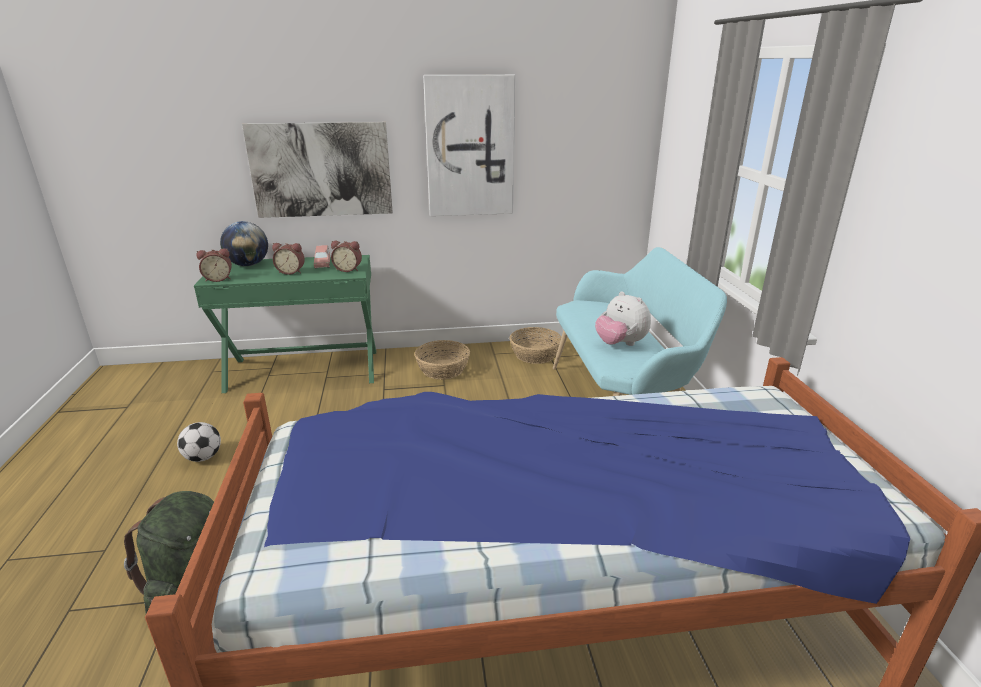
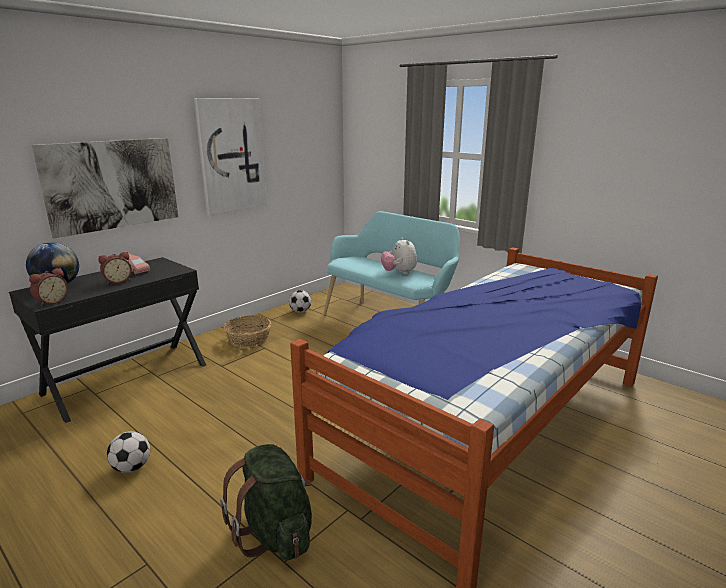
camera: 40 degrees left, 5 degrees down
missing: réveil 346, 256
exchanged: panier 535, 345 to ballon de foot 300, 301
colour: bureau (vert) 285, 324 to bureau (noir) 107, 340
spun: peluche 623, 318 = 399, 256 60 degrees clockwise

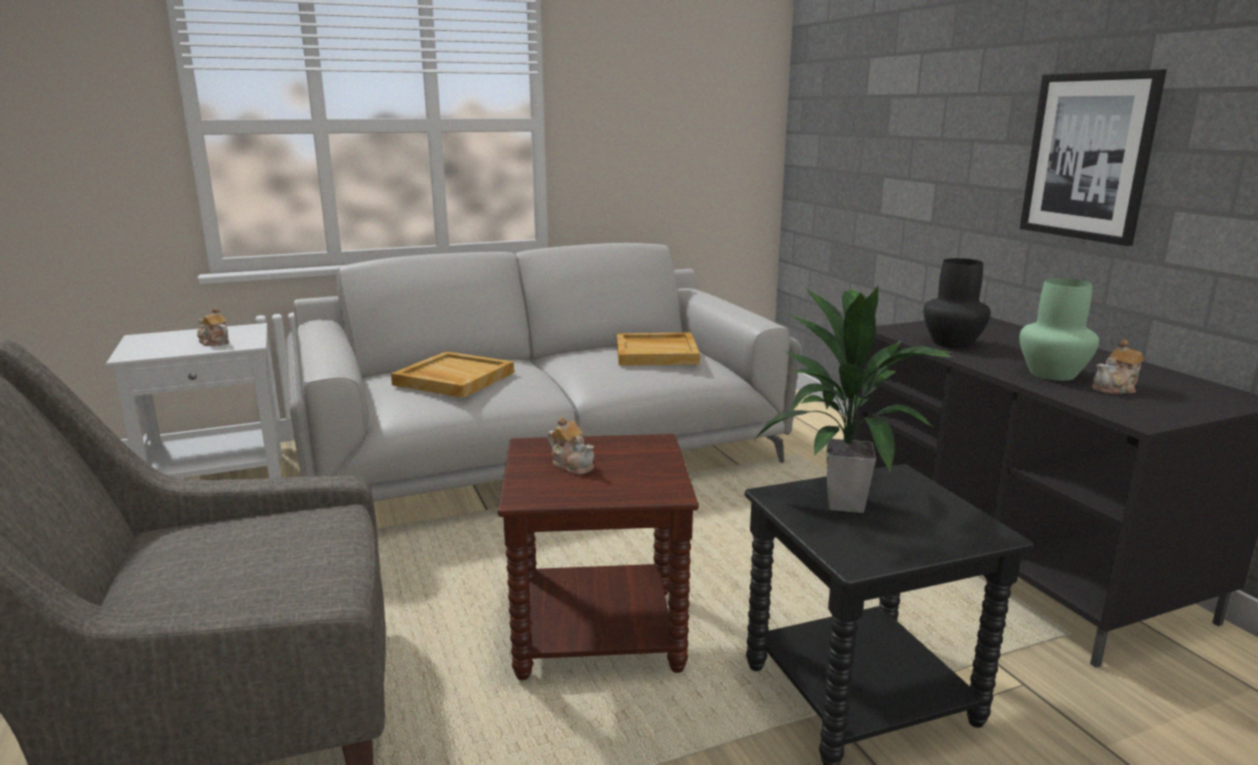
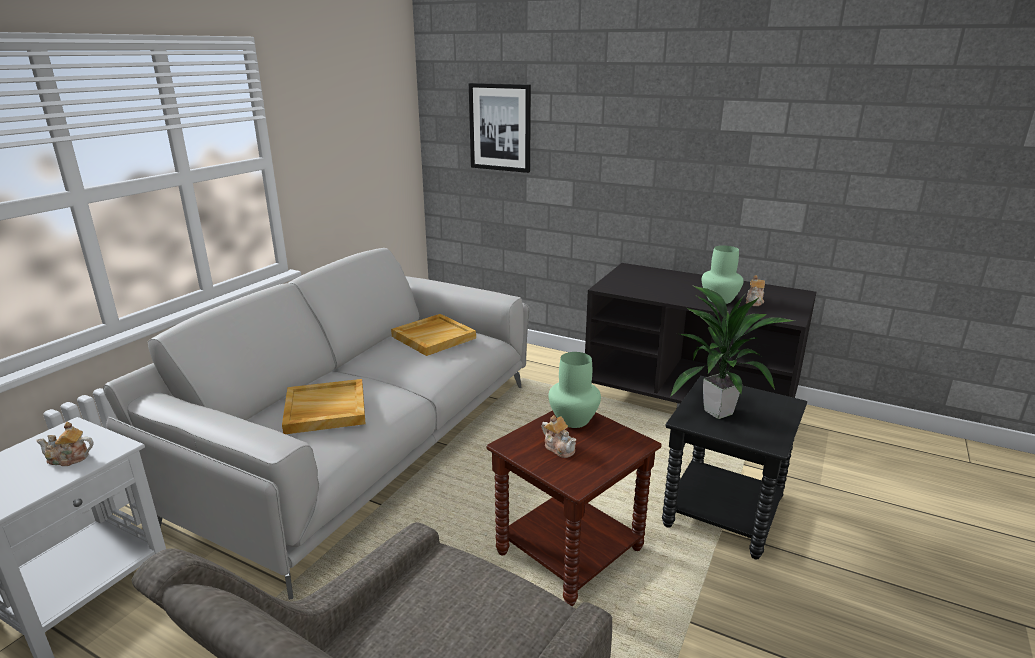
camera: 40 degrees left, 5 degrees up
missing: vase (noir) 957, 303
appeared: vase (vert) 574, 390
relocated: tableau 1093, 157 to 500, 128
spun: théière 571, 445 = 559, 436 45 degrees clockwise

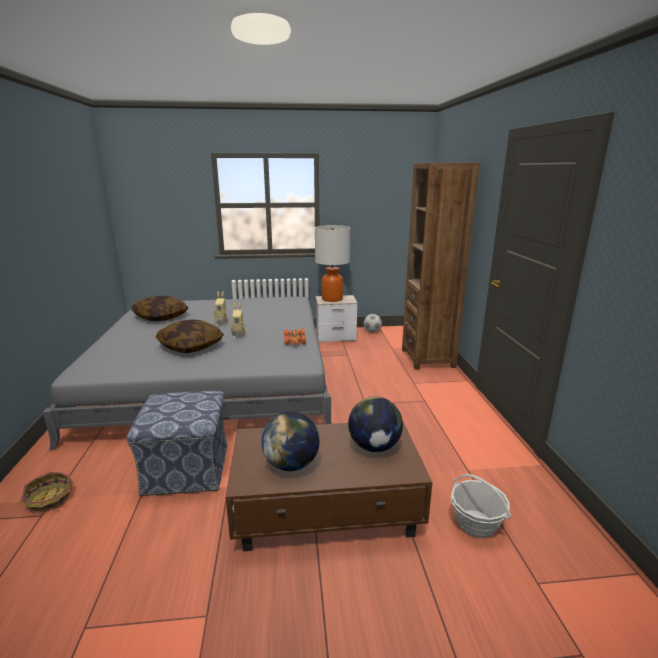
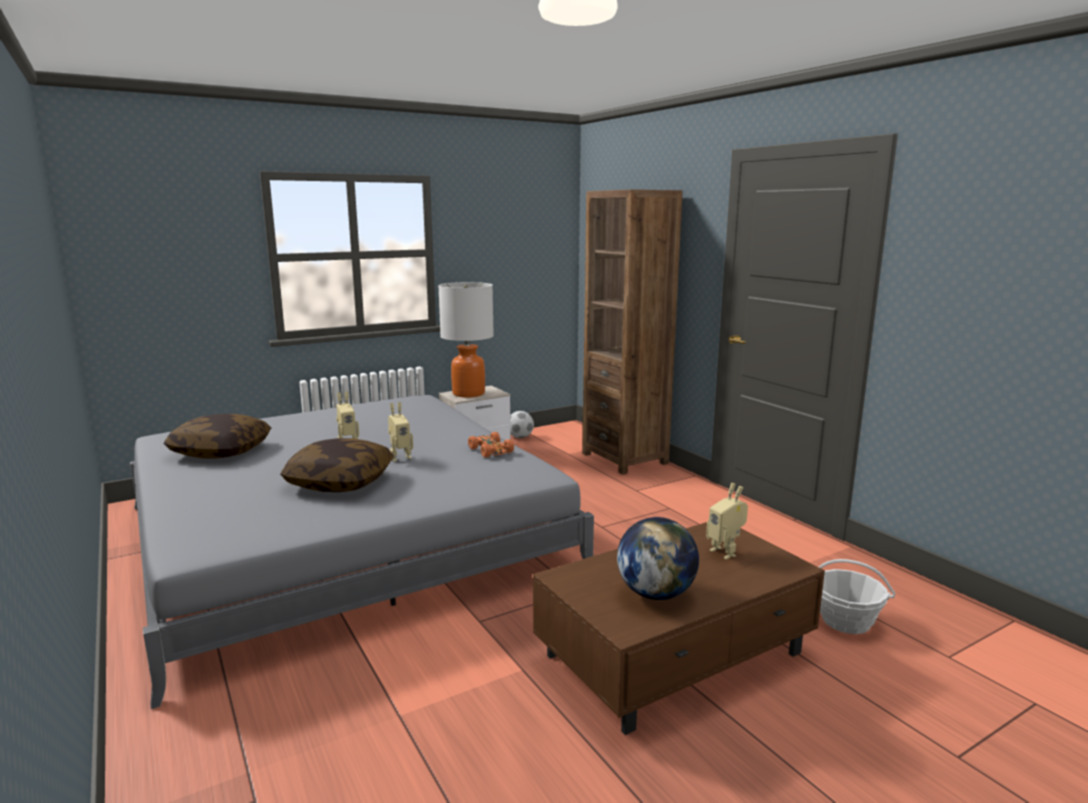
camera: 25 degrees left, 5 degrees down
missing: panier 47, 491; pouf 177, 443
exchanged: globe 375, 424 to robot jouet 727, 521

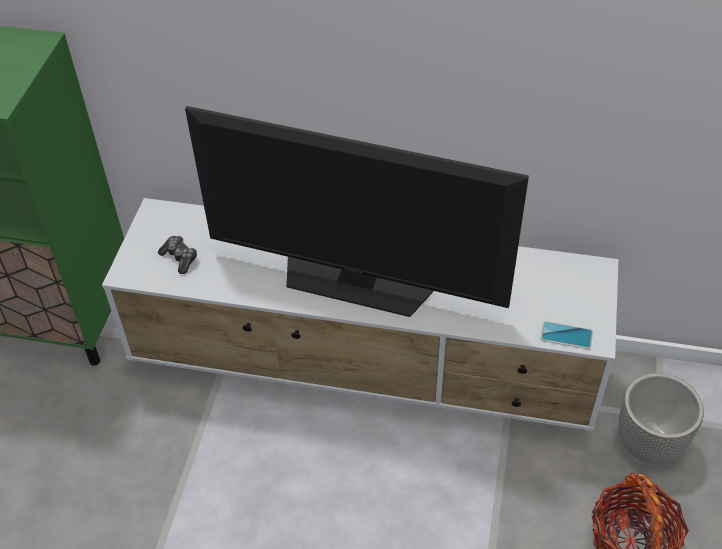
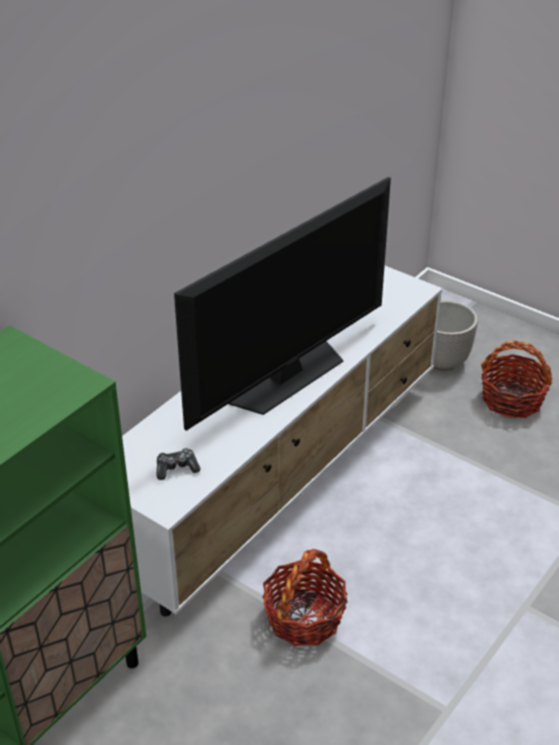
camera: 65 degrees left, 10 degrees down
missing: téléphone 567, 335
appeared: panier 305, 597

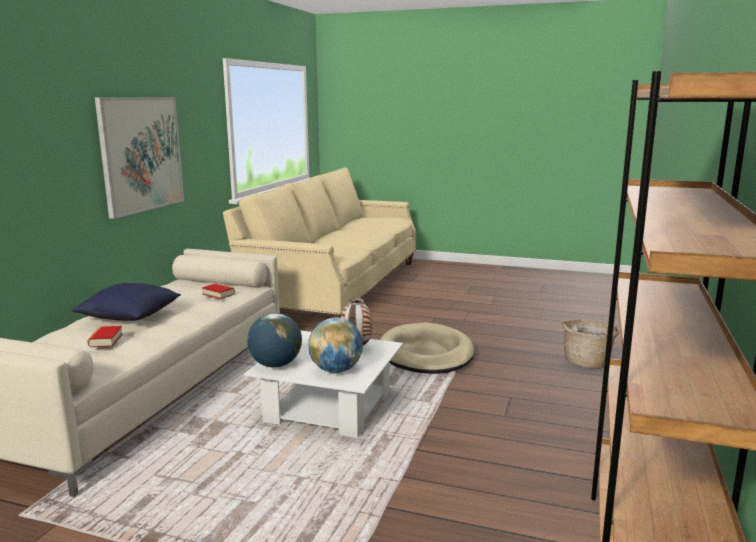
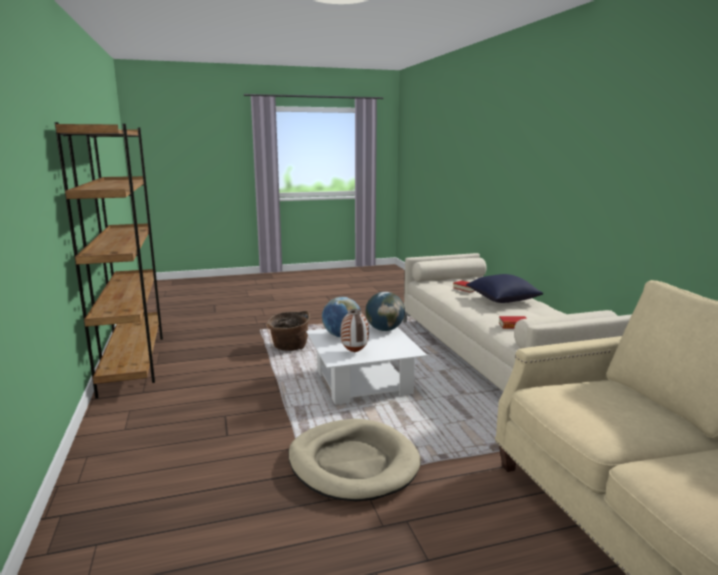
camera: 145 degrees right, 0 degrees up
missing: tableau 139, 158
relocated: panier 590, 344 to 288, 331

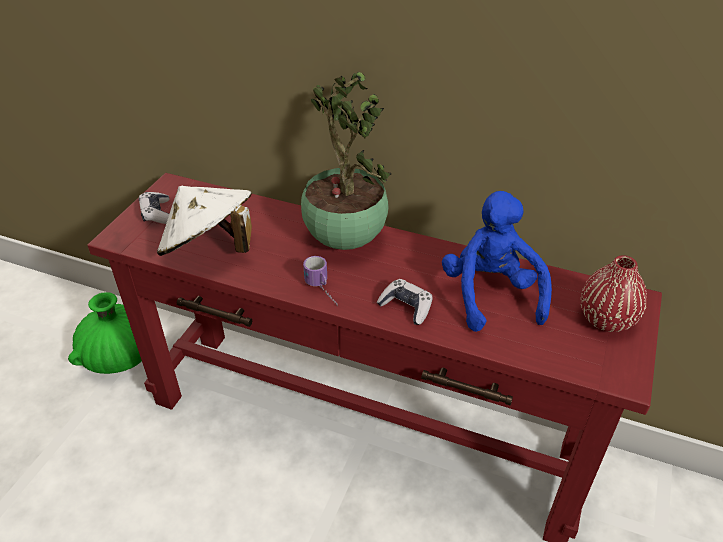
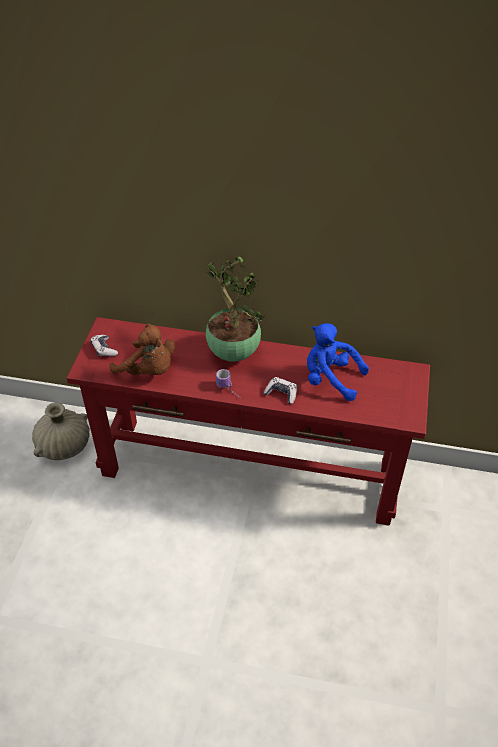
camera: 10 degrees left, 5 degrees up
missing: vase (rouge) 614, 293
exchanged: chapeau (blanc) 204, 220 to peluche (marron) 142, 349
colour: vase (vert) 105, 333 to vase (beige) 61, 431
spun: peluche (bleu) 497, 261 = 338, 362 45 degrees counterclockwise

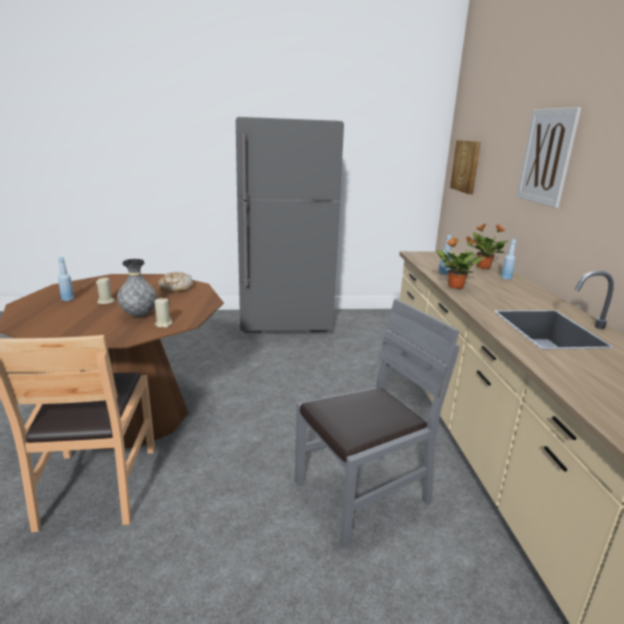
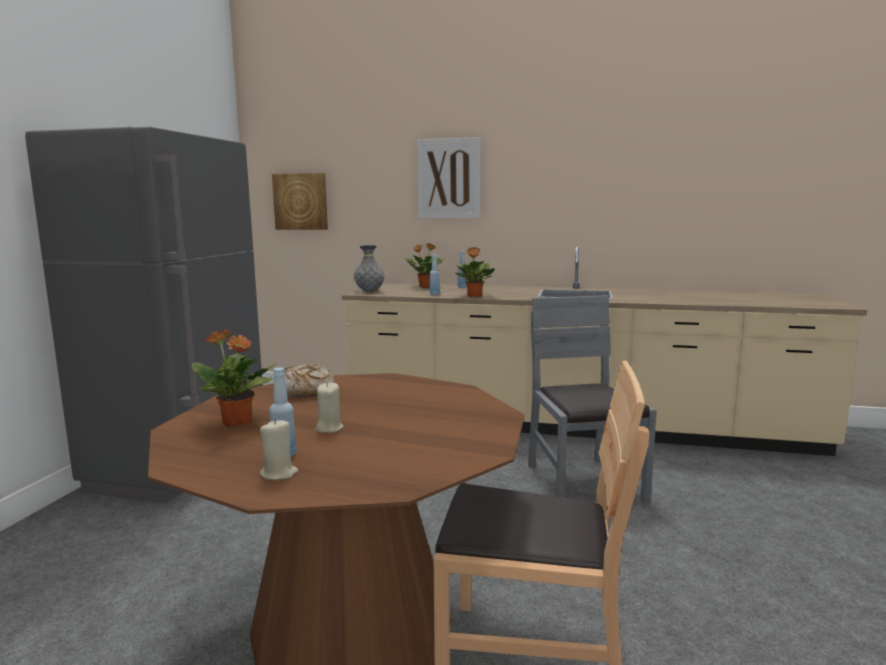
camera: 70 degrees left, 10 degrees down
appeared: plante en pot 234, 378
relocated: vase (gris) 137, 288 to 369, 268; bougie (beige) 163, 312 to 279, 449

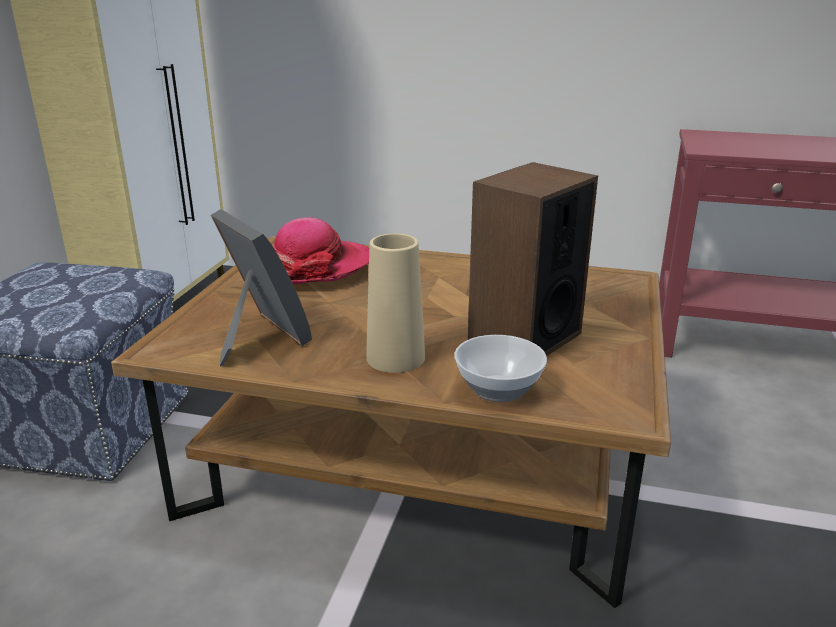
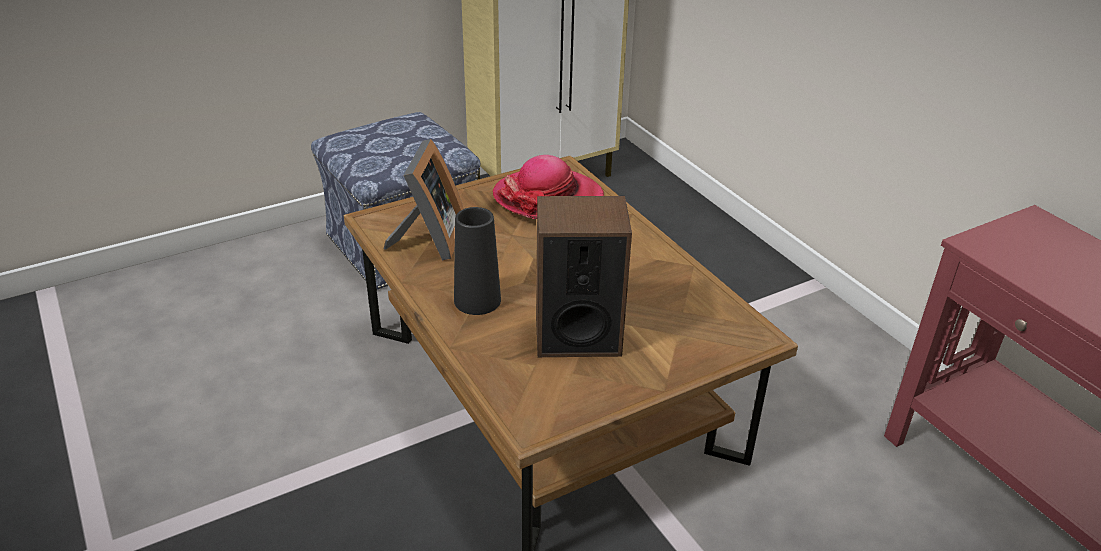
camera: 45 degrees right, 10 degrees up
missing: bol 500, 368
colour: vase (beige) 395, 303 to vase (noir) 477, 261

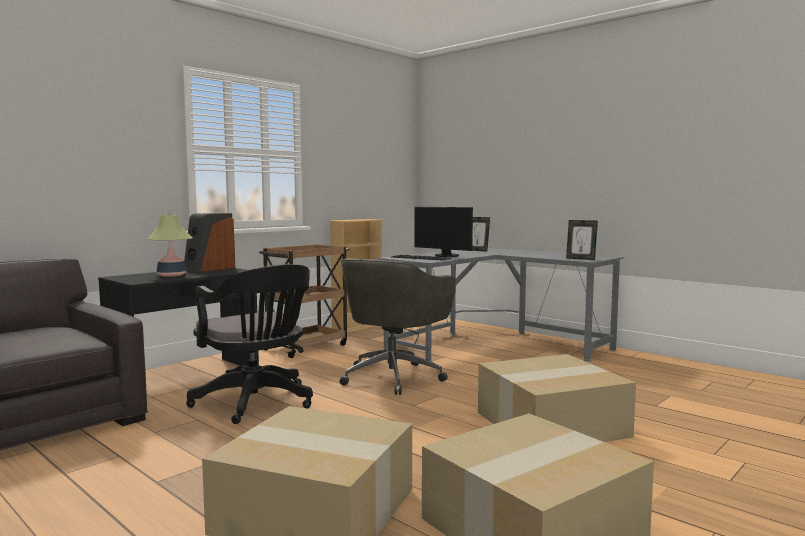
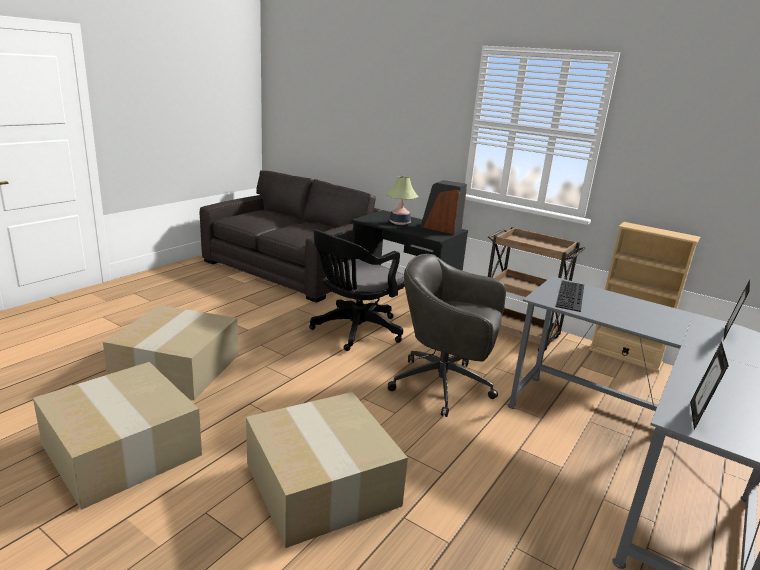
camera: 80 degrees right, 15 degrees up
missing: écran d'ordinateur 443, 232

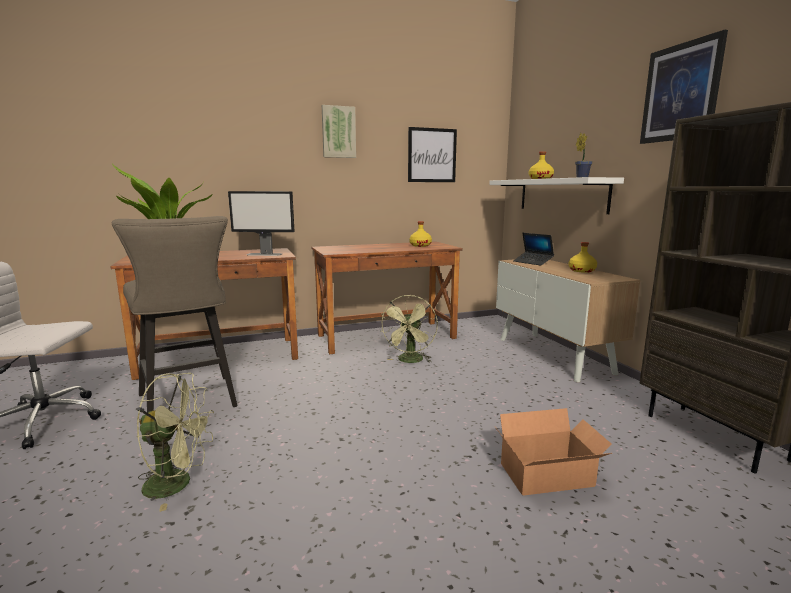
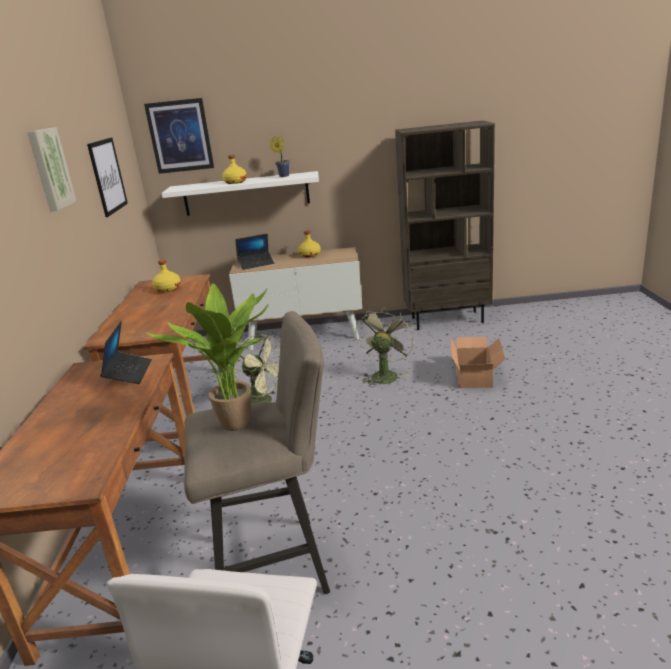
camera: 70 degrees left, 10 degrees up
relocated: ventilateur (vert) 175, 442 to 385, 347; tableau 684, 87 to 179, 136
exchanged: écran d'ordinateur 261, 223 to ordinateur portable 126, 352

